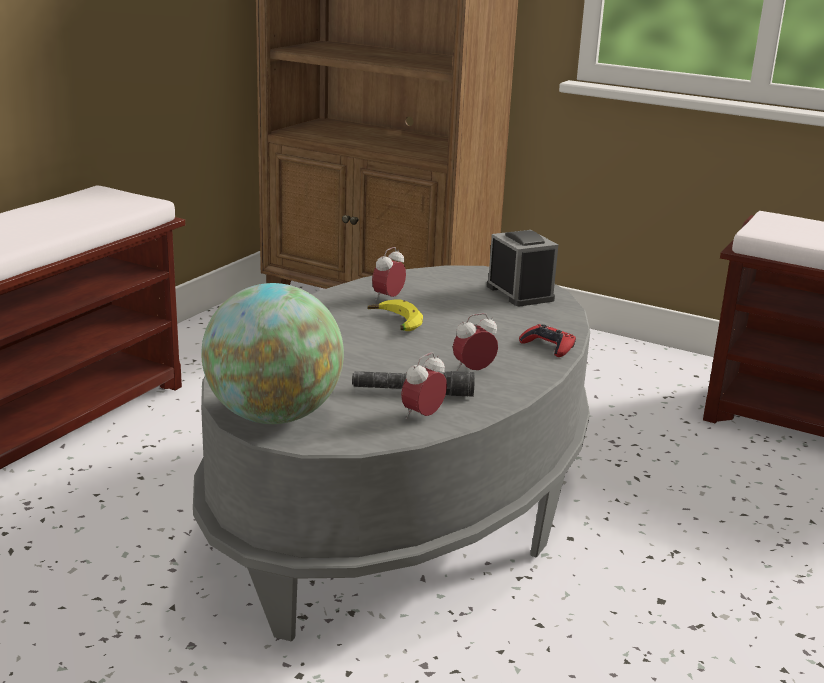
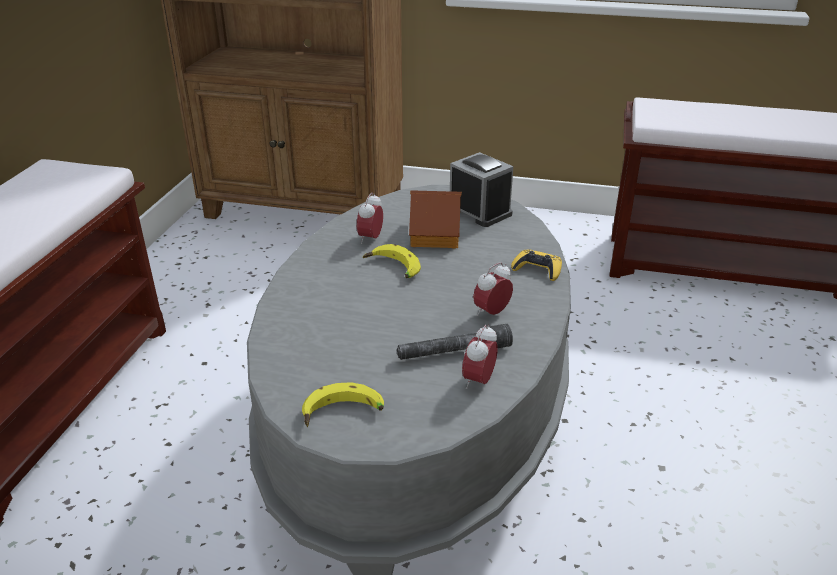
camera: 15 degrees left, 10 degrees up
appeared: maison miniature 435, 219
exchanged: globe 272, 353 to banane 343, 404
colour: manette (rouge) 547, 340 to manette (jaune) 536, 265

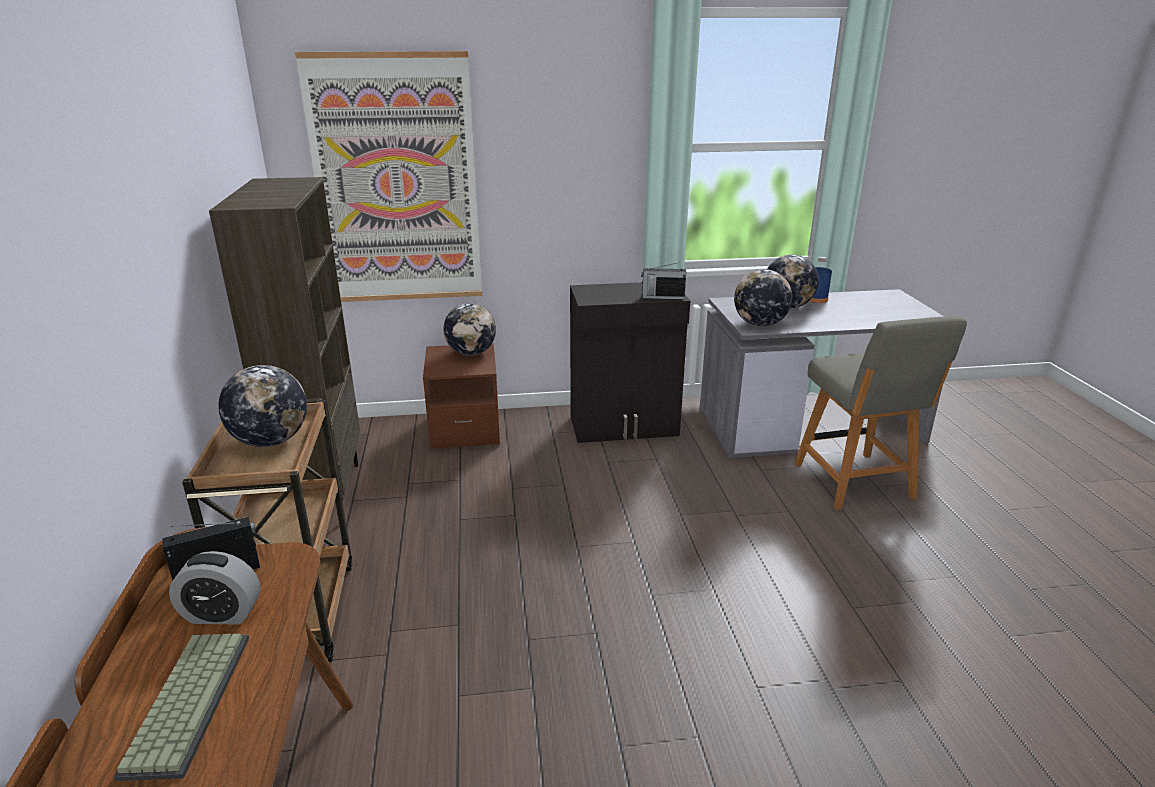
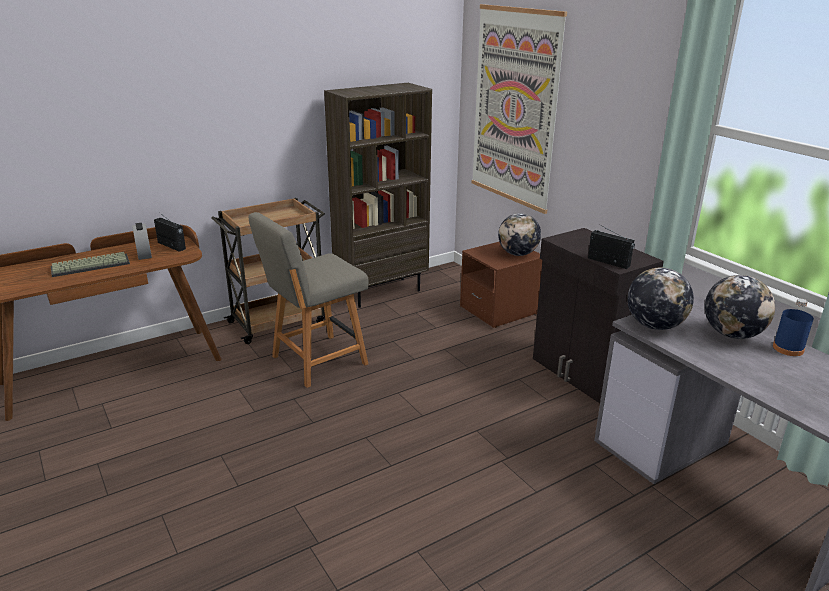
camera: 65 degrees right, 0 degrees up
missing: globe 262, 406
relocated: chaise (gris) 880, 413 to 308, 300
spun: radio 663, 280 = 611, 248 150 degrees clockwise

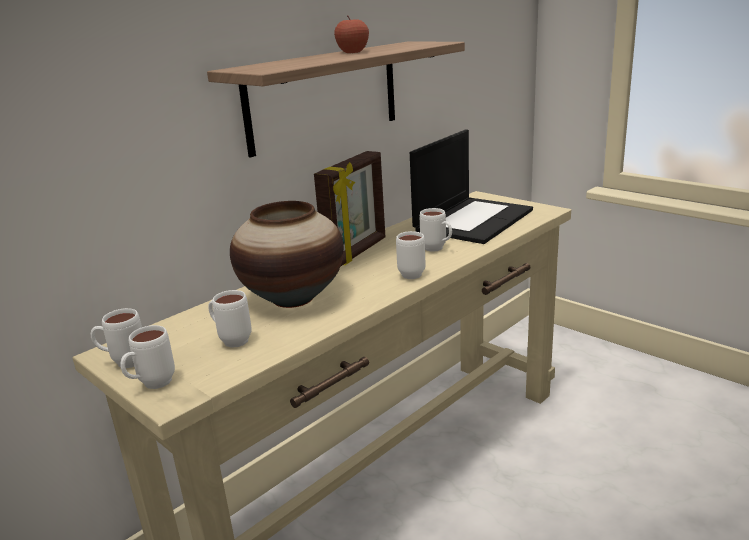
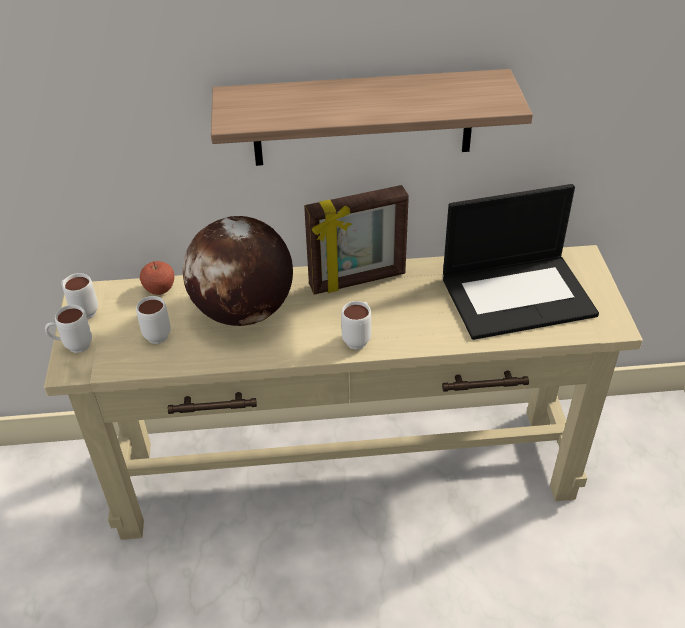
camera: 40 degrees right, 20 degrees up
missing: mug (blanc) 436, 230
relocated: pomme 351, 34 to 157, 278
exchanged: vase 287, 254 to globe 238, 271

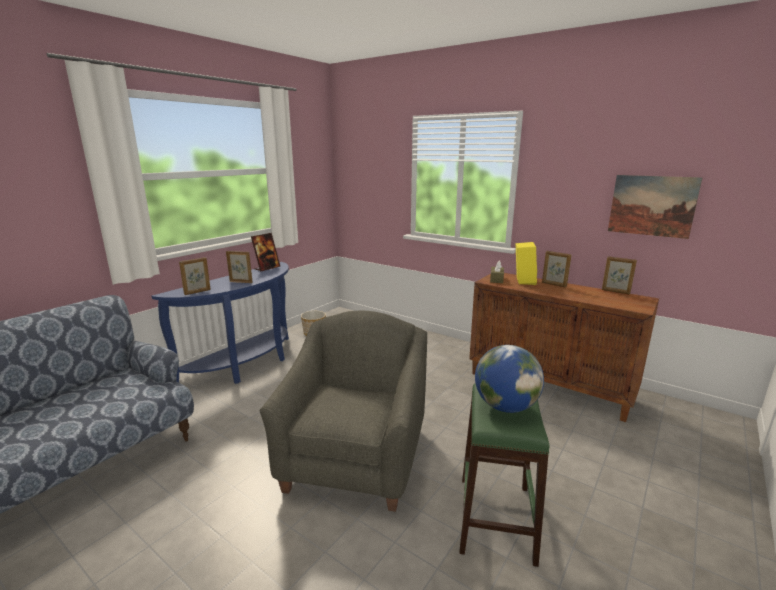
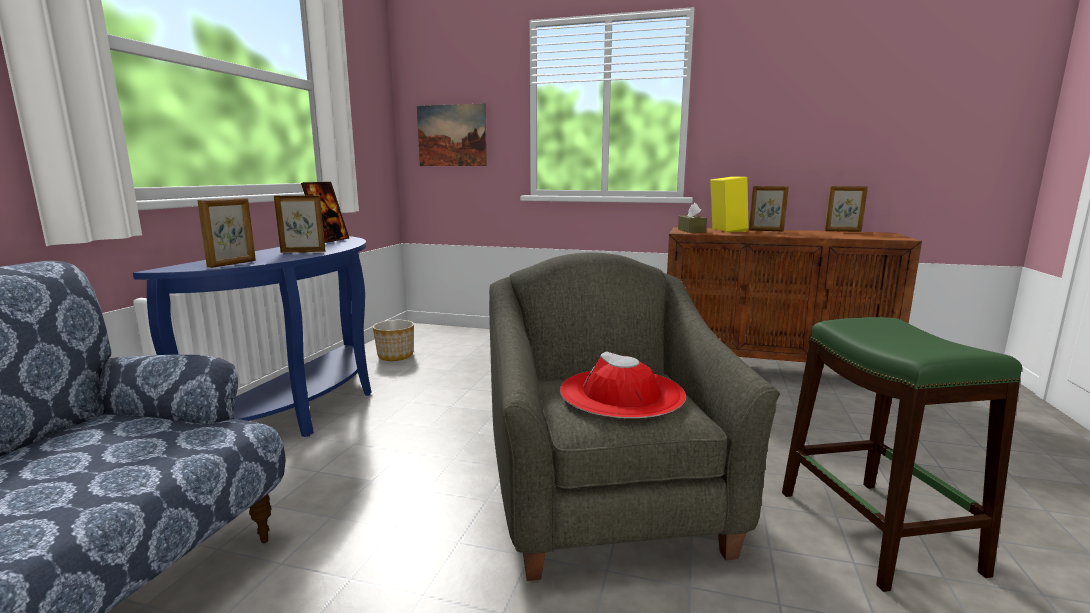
camera: 20 degrees left, 5 degrees down
missing: globe 509, 379
appeared: chapeau (rouge) 623, 384
relocated: tableau 655, 207 to 452, 134

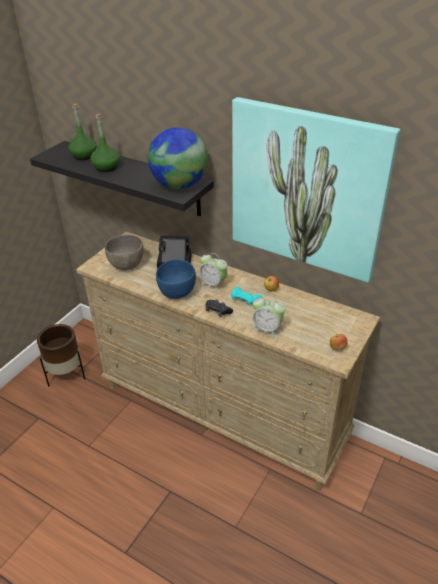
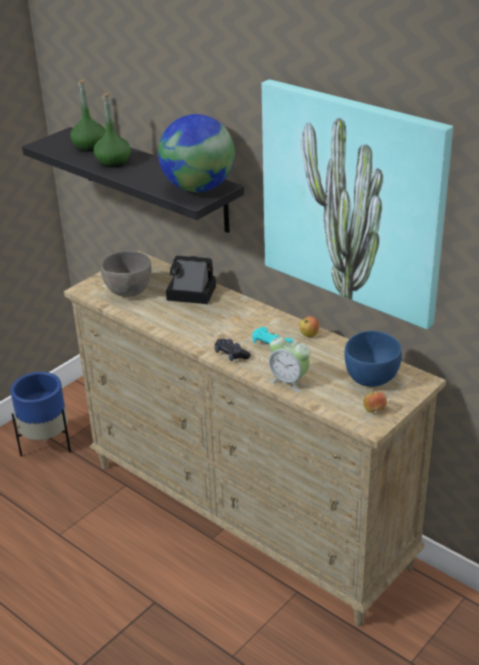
camera: 10 degrees right, 5 degrees down
missing: réveil 214, 273
relocated: bol (bleu) 176, 279 to 373, 359
colour: cache-pot (marron) 61, 355 to cache-pot (bleu) 40, 414

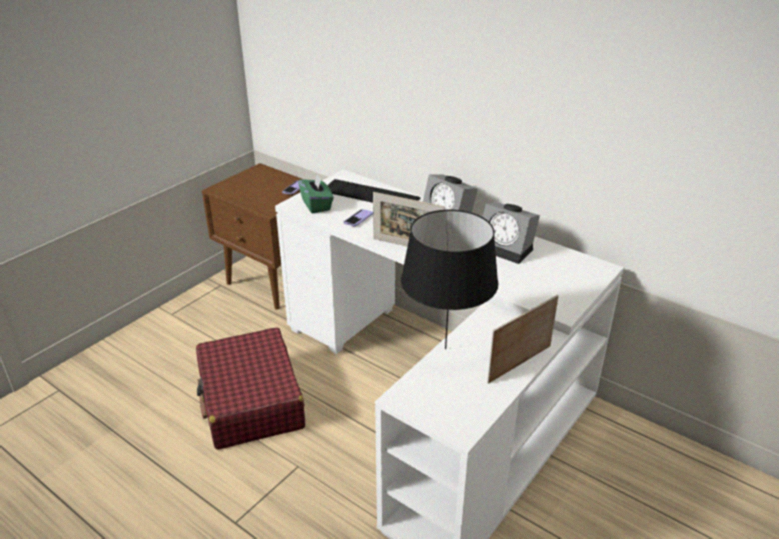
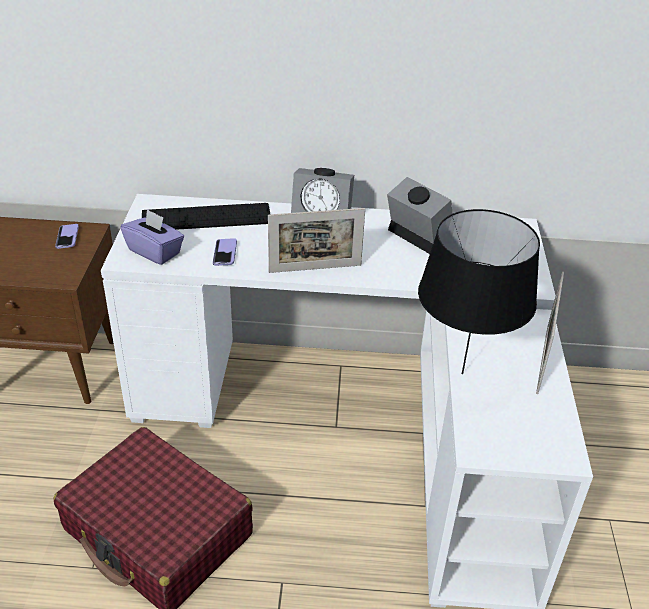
camera: 35 degrees left, 5 degrees up
colour: boîte à mouchoirs (vert) 316, 193 to boîte à mouchoirs (violet) 152, 237
spun: réveil 511, 233 = 419, 215 135 degrees counterclockwise

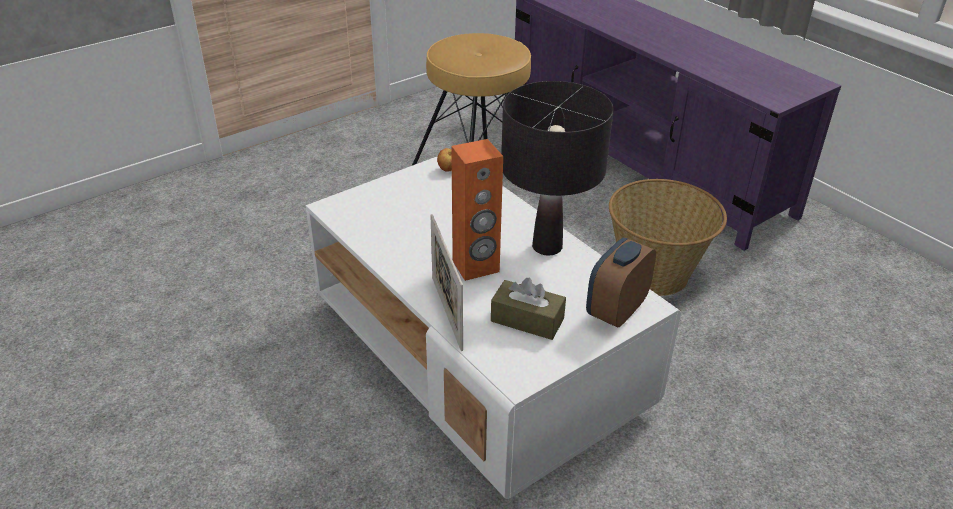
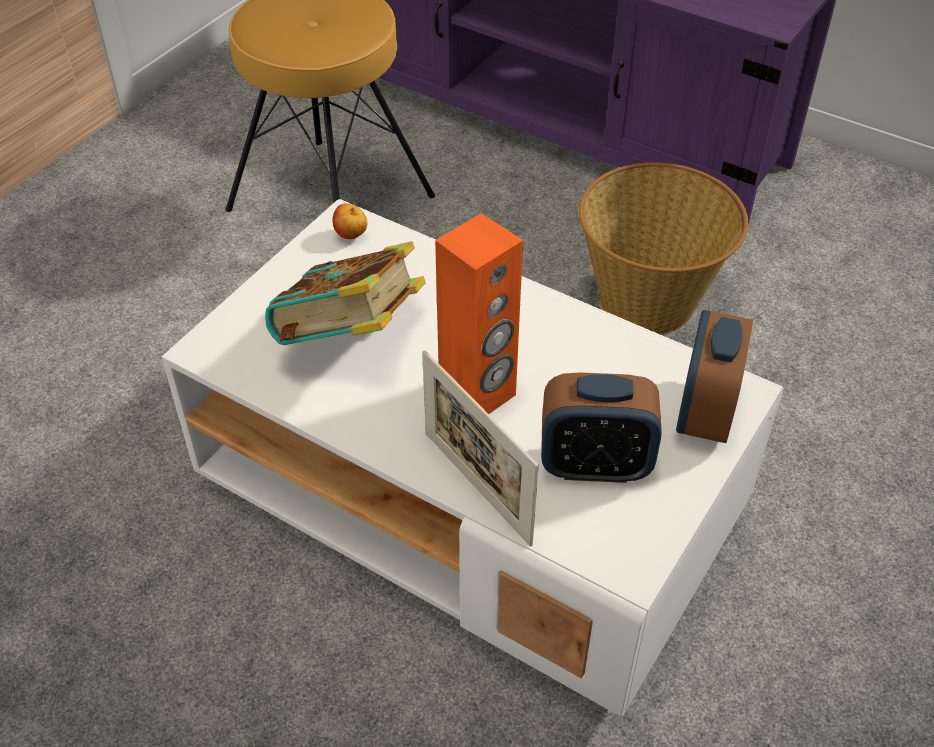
camera: 20 degrees left, 10 degrees up
missing: lampe de table (noir) 557, 168
appeared: livre 345, 293
exchanged: boîte à mouchoirs (marron) 528, 309 to réveil 601, 427

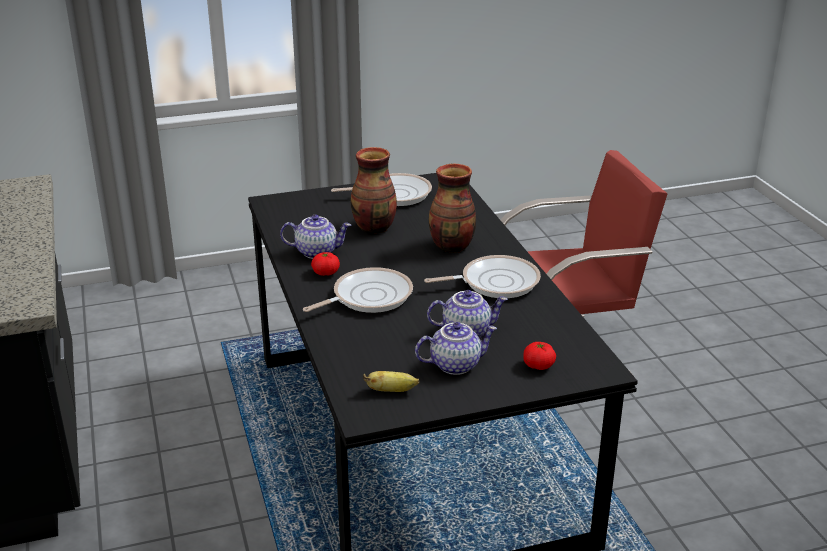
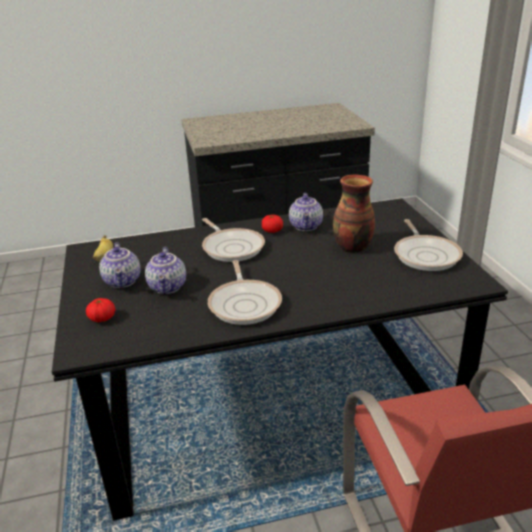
camera: 95 degrees right, 0 degrees up
missing: vase 452, 208

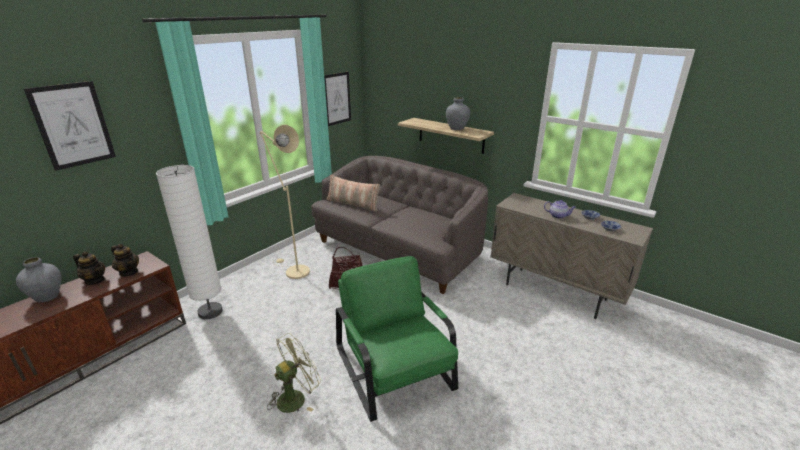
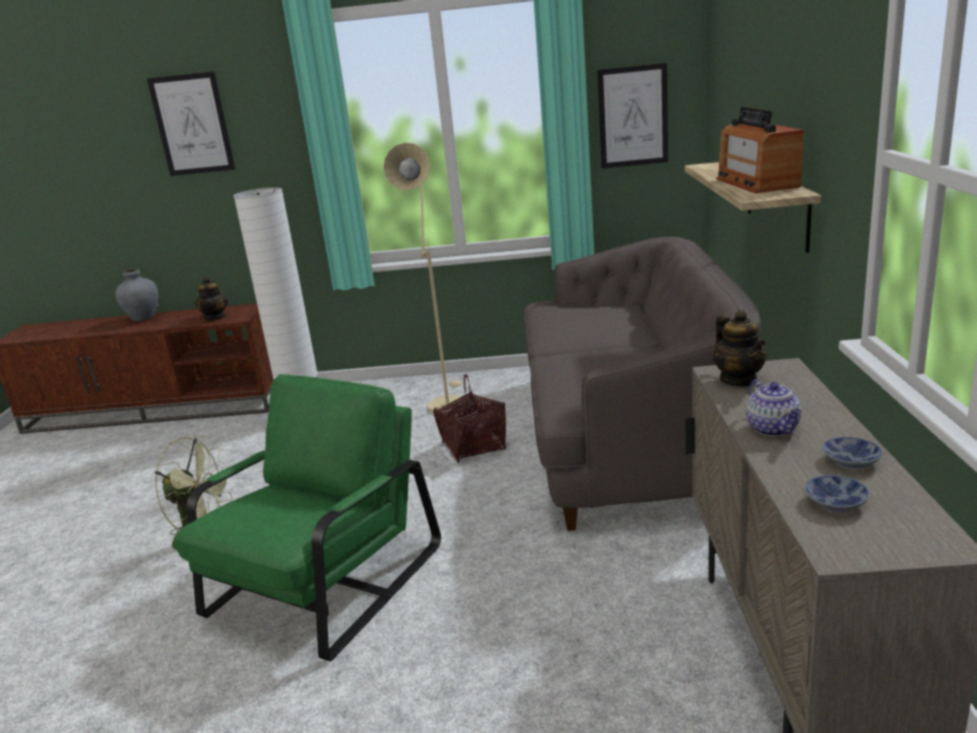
camera: 55 degrees right, 5 degrees down
missing: coussin 353, 193
relocated: théière 89, 268 to 740, 348
exchanged: vase (gris) 458, 113 to radio 760, 150

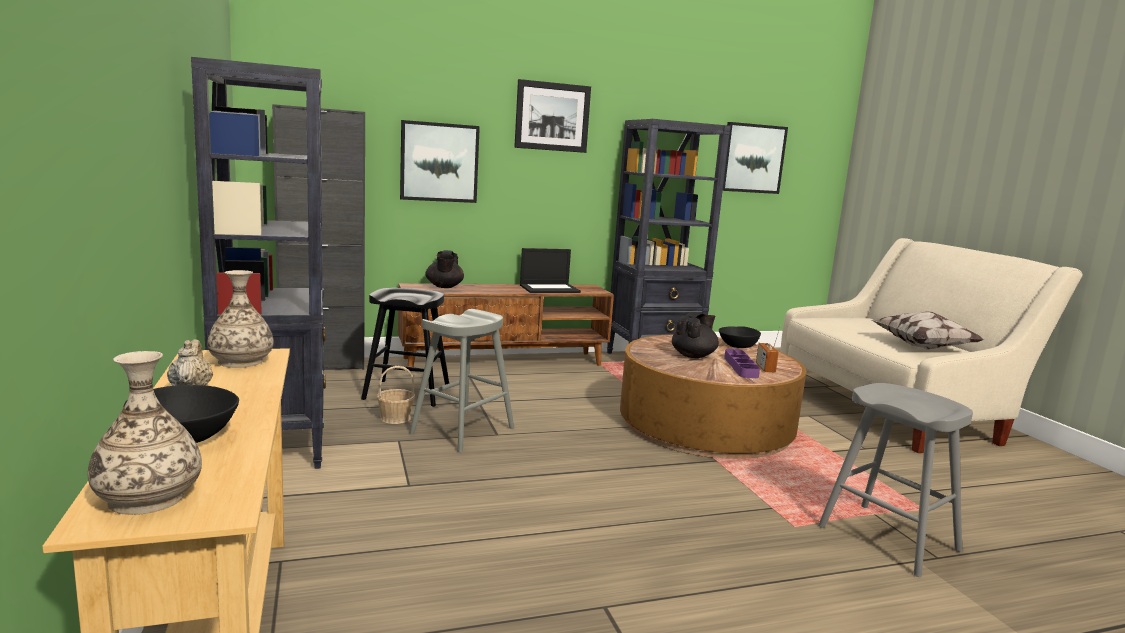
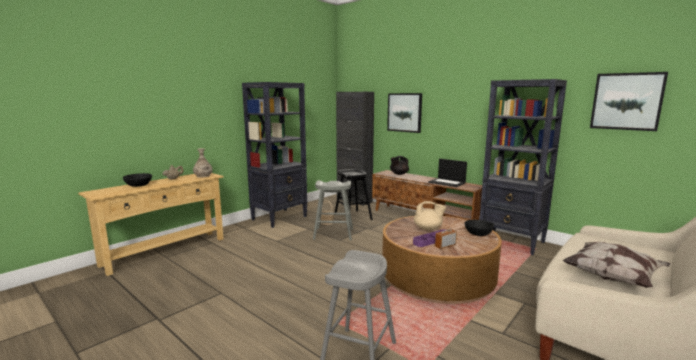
camera: 60 degrees right, 0 degrees up
missing: vase 144, 433; tableau 552, 116
colour: théière (noir) 695, 335 to théière (beige) 430, 215

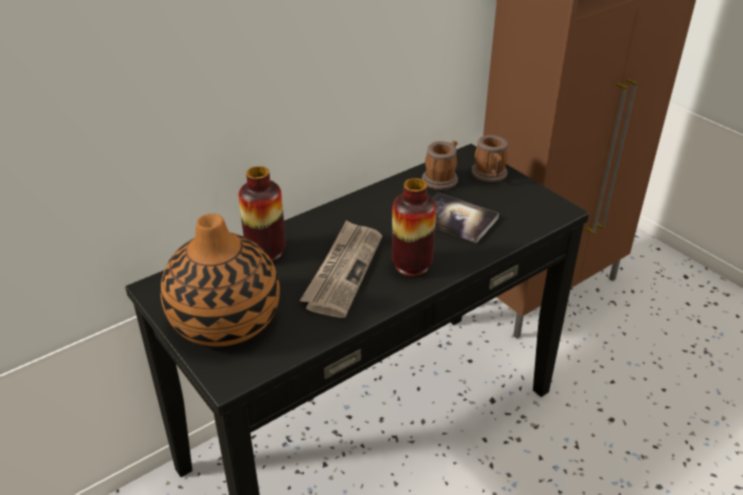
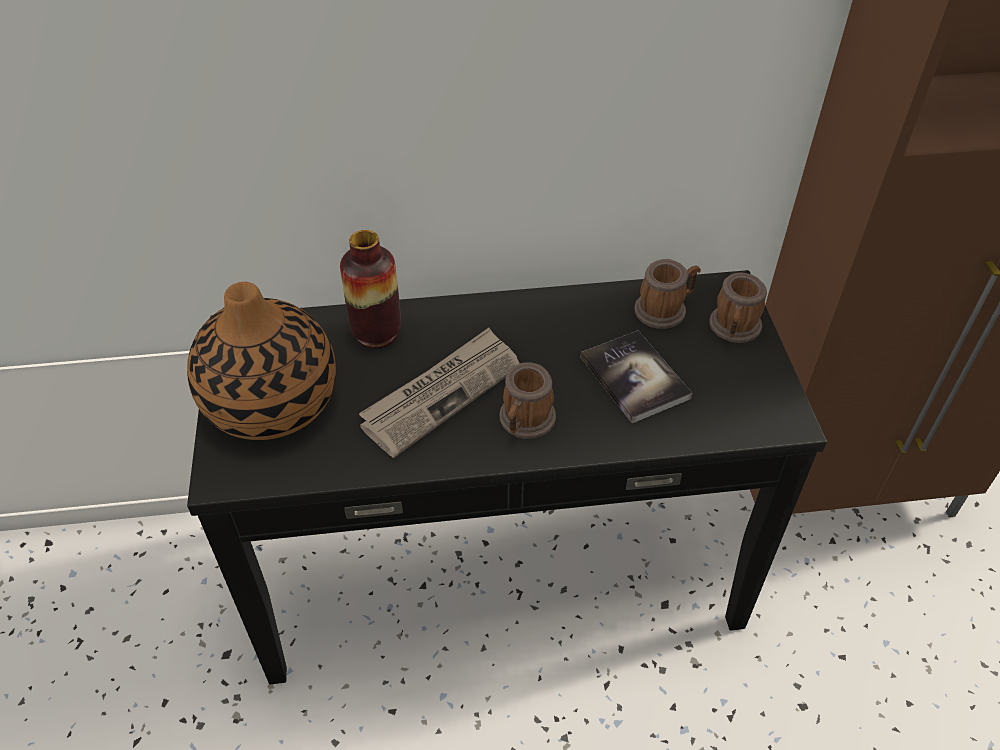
camera: 30 degrees right, 10 degrees up
exchanged: vase 414, 227 to mug 527, 400

